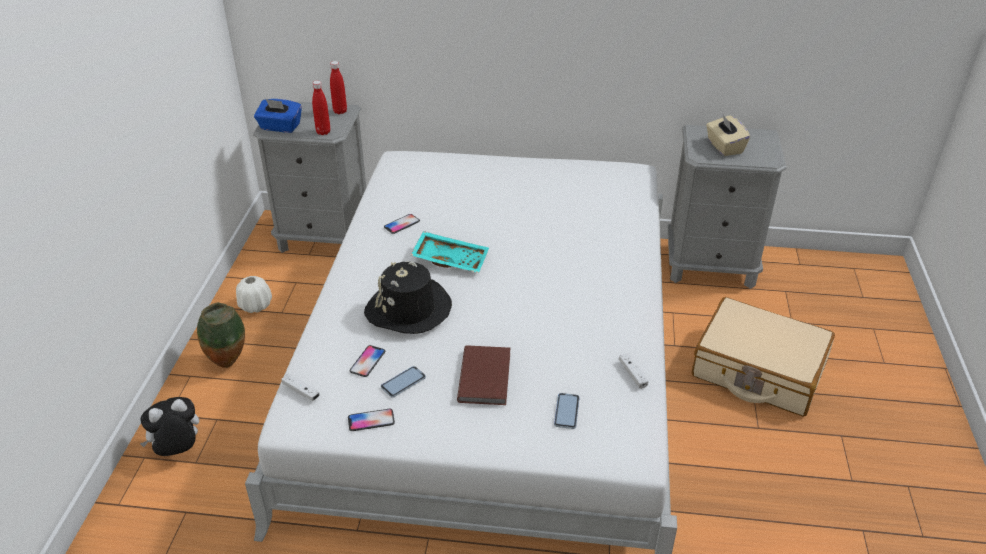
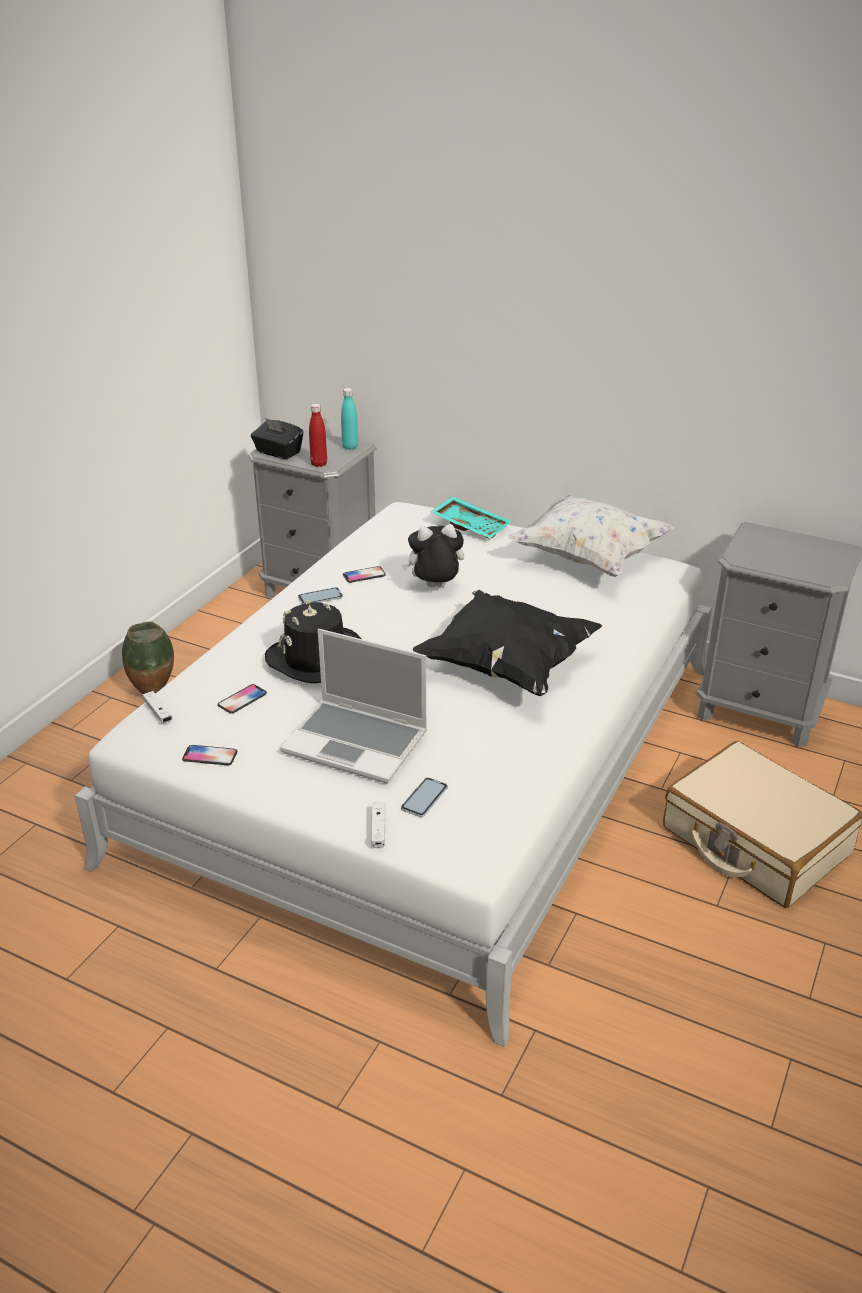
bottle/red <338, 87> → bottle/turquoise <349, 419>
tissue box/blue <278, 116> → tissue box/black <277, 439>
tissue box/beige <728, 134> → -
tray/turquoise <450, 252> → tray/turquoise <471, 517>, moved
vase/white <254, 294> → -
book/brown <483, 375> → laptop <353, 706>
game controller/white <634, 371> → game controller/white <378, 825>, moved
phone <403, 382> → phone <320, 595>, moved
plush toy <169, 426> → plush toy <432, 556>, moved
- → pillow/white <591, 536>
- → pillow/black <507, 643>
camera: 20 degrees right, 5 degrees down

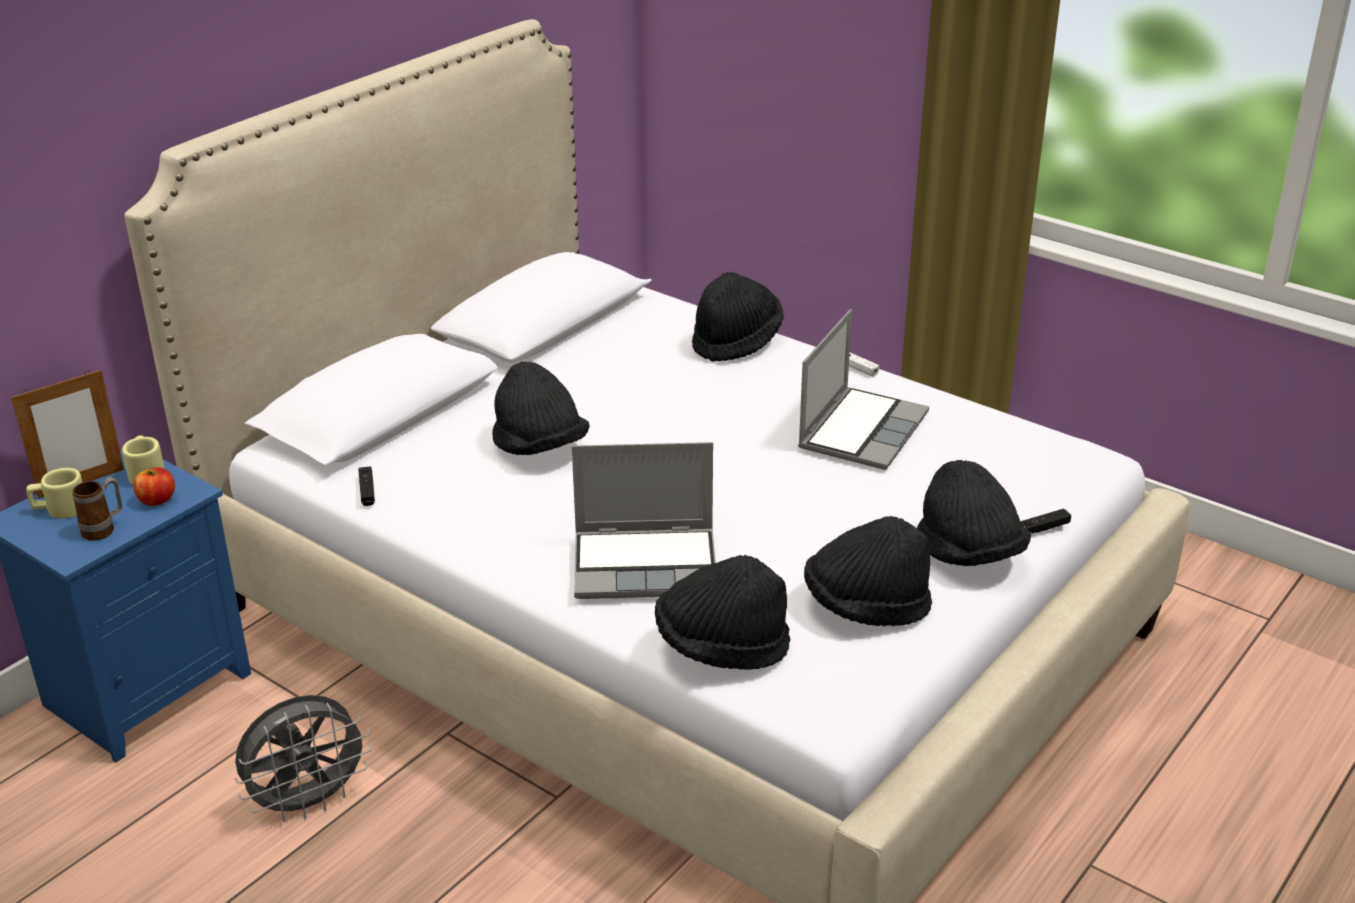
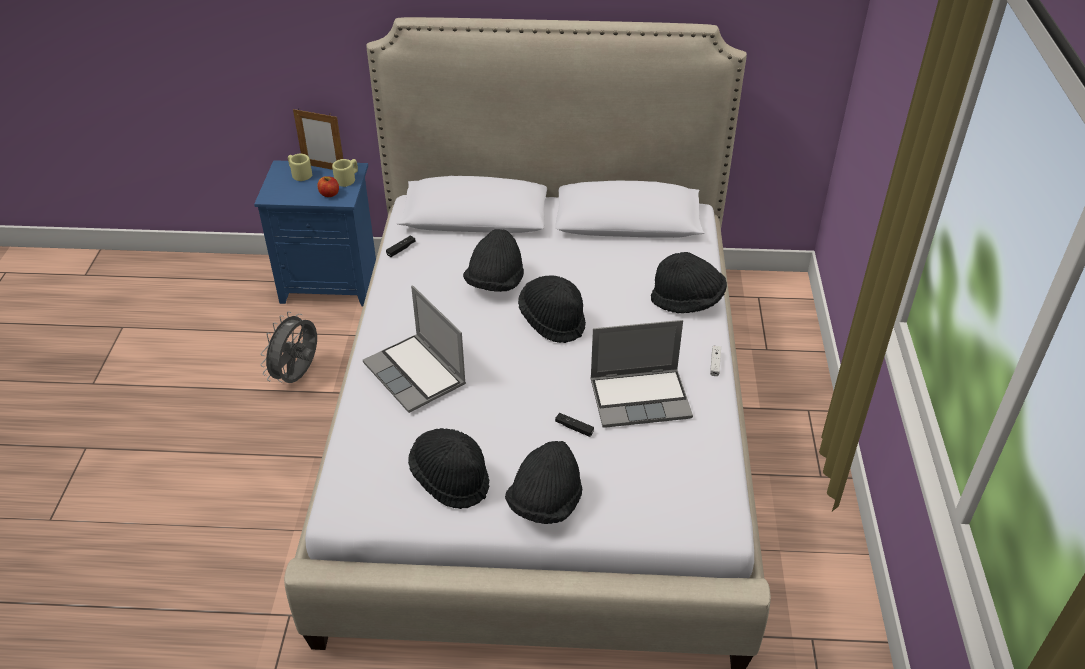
mug <97, 509> → -
game controller/black <1045, 521> → game controller/black <574, 425>, moved
hat/black <722, 612> → hat/black <552, 309>, moved
fan/grey <303, 758> → fan/grey <289, 347>, 90 degrees clockwise
camera: 55 degrees right, 10 degrees up

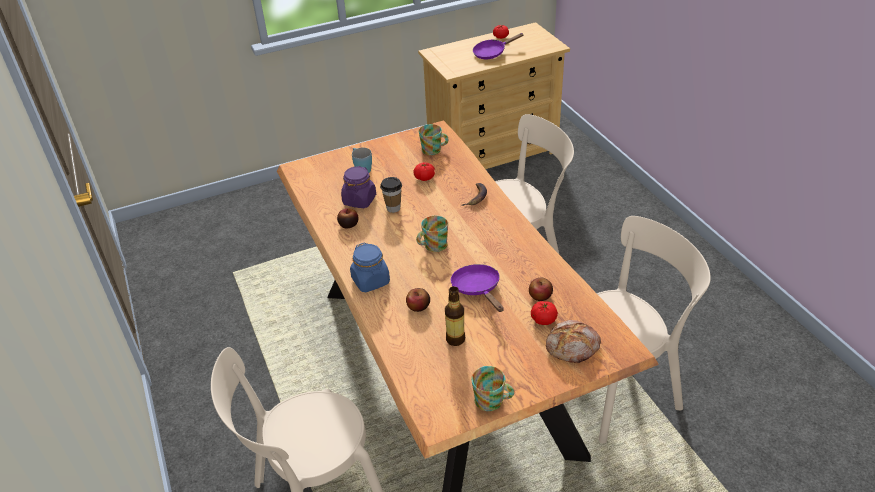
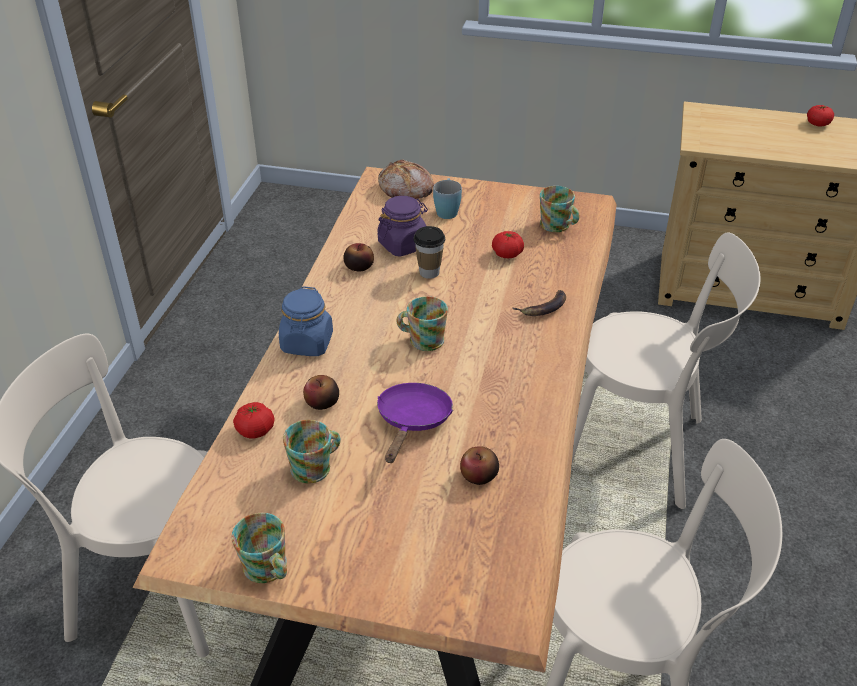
frying pan/purple <498, 46> → -
bottle <455, 316> → mug <312, 452>
tomato <544, 313> → tomato <254, 420>, moved
bread <573, 341> → bread <406, 179>, moved
camera: 35 degrees right, 0 degrees up

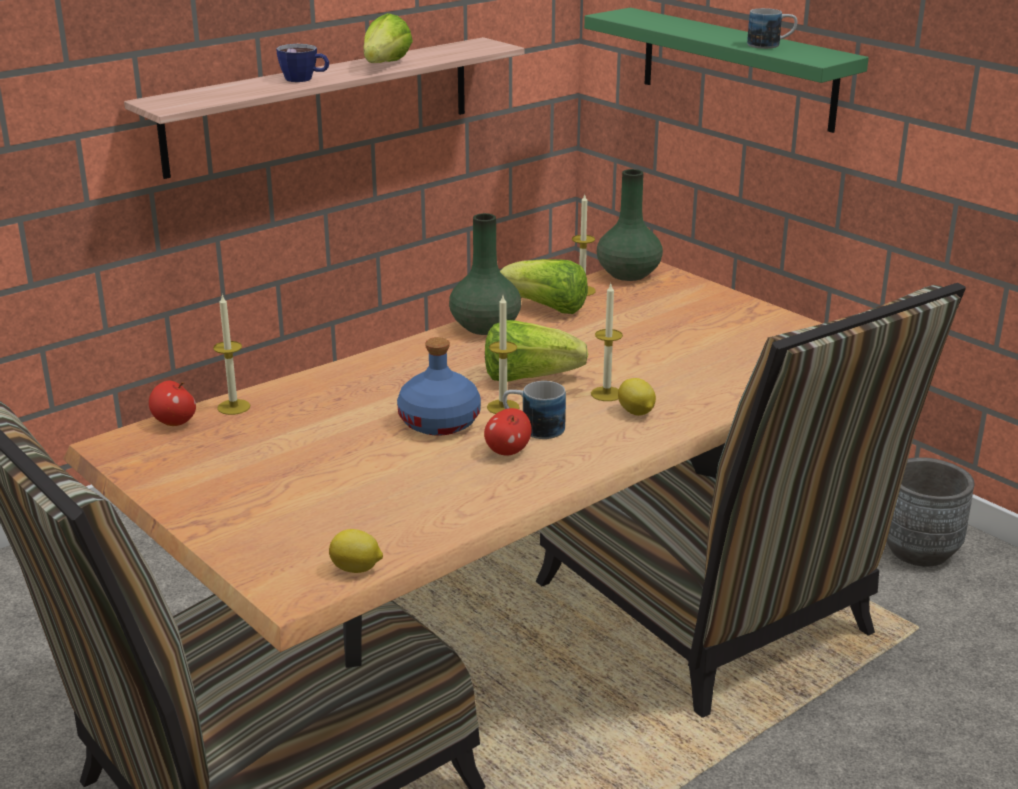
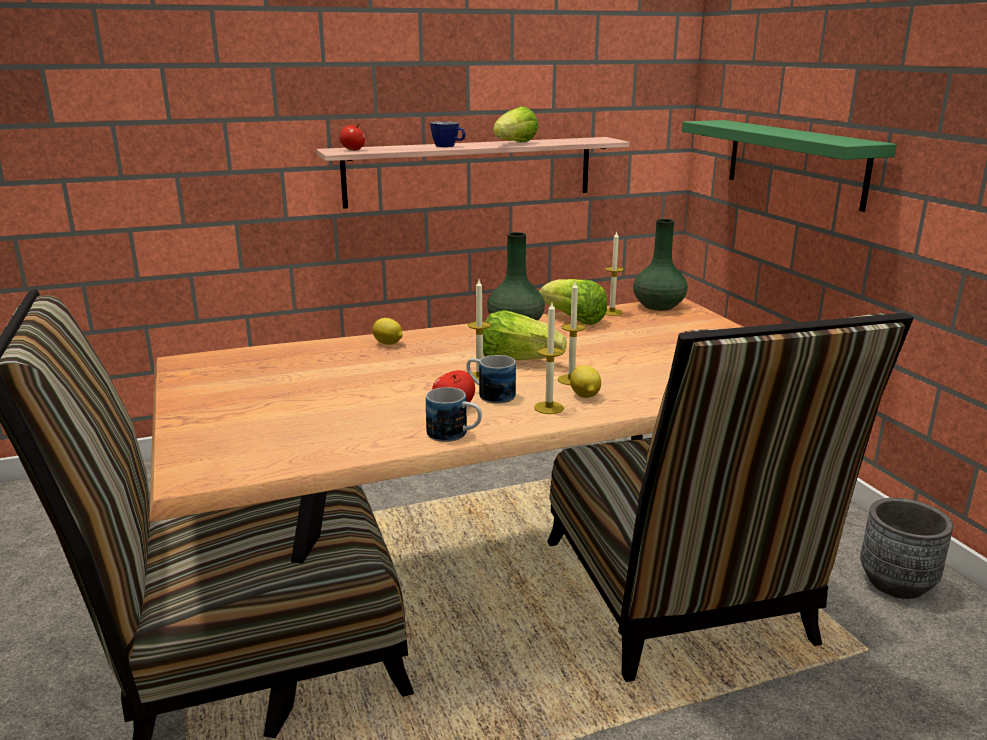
mug <772, 28> → mug <454, 414>, moved
candle <231, 355> → candle <549, 358>, moved
bottle/blue <439, 386> → -
apple <172, 403> → apple <352, 137>, moved
lemon <356, 551> → lemon <387, 331>, moved
camera: 20 degrees right, 5 degrees down

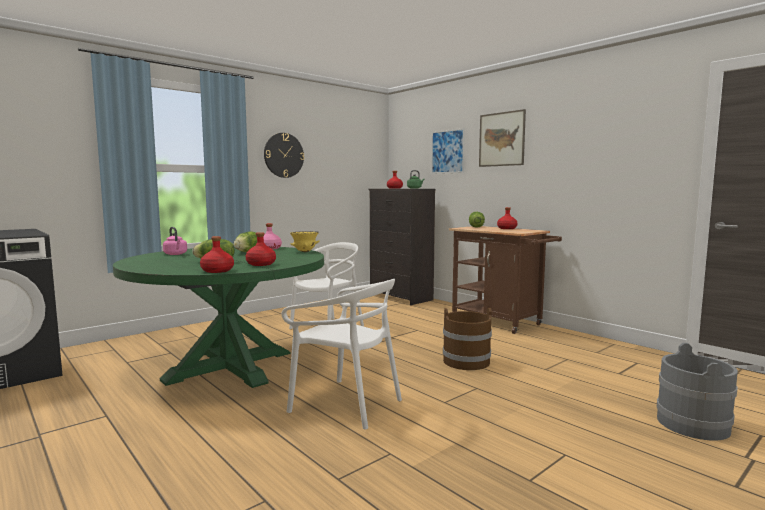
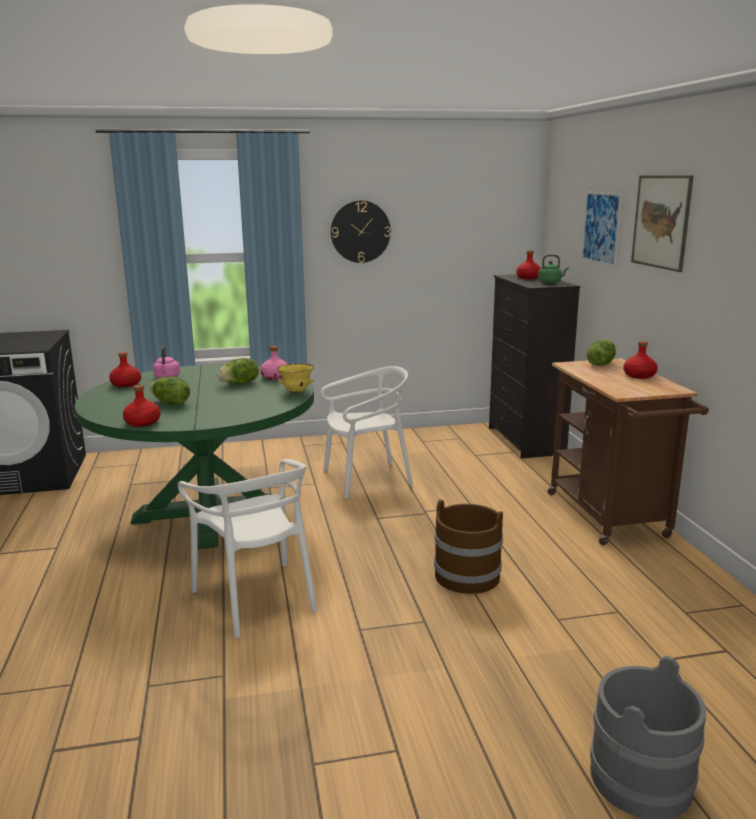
bottle/red <261, 249> → bottle/red <125, 369>, moved
camera: 30 degrees right, 10 degrees up

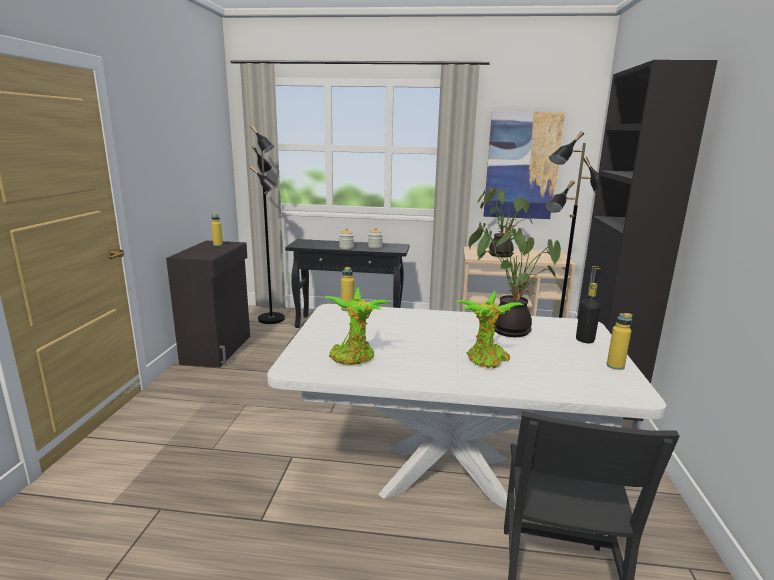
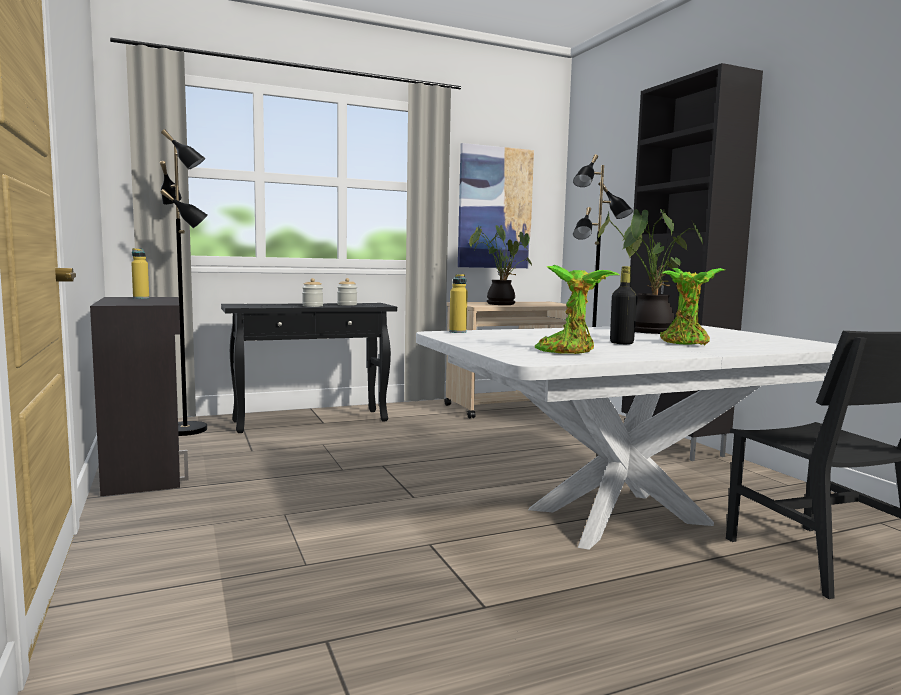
bottle/black <588, 313> → bottle/black <623, 305>, moved
bottle/yellow <619, 341> → -
camera: 30 degrees left, 10 degrees down

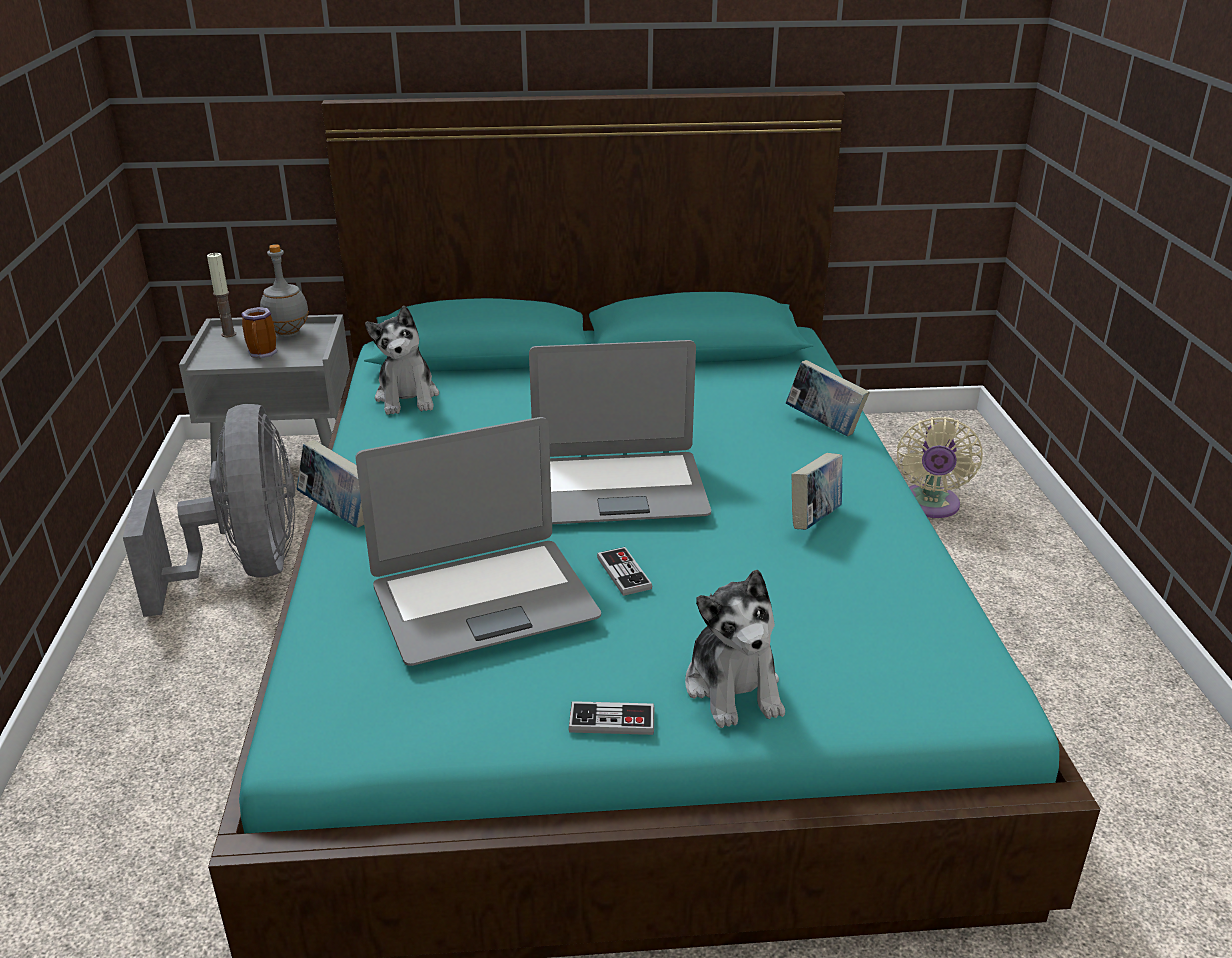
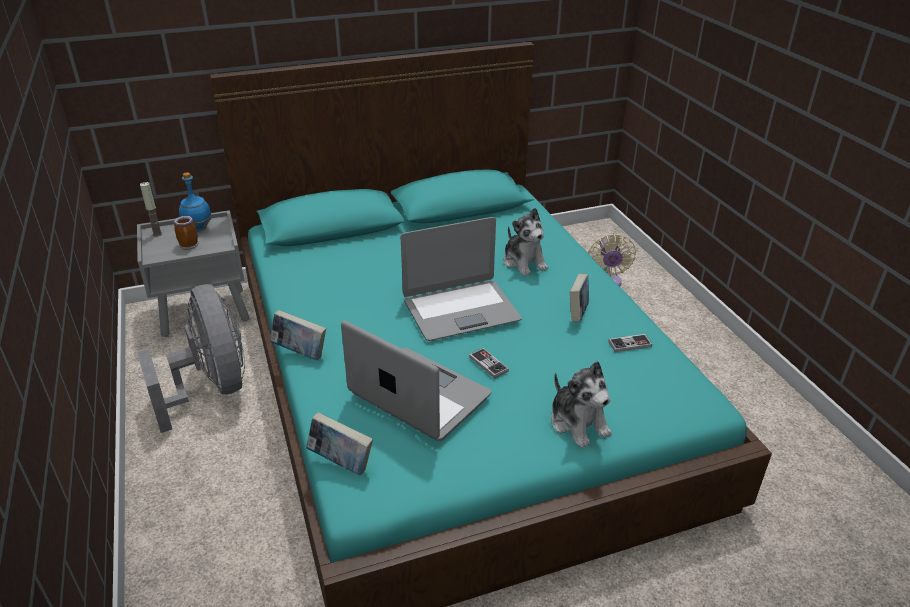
bottle/grey <284, 290> → bottle/blue <195, 202>
plush toy <402, 360> → plush toy <526, 242>, moved
book <828, 398> → book <339, 444>, moved
laptop <478, 541> → laptop <416, 380>, 105 degrees counterclockwise
game controller <611, 718> → game controller <630, 343>, moved
camera: 15 degrees left, 5 degrees up

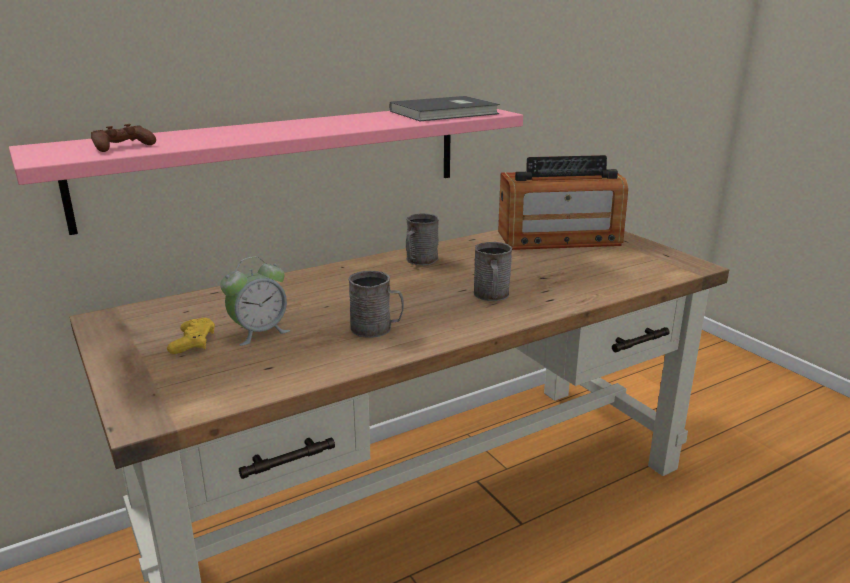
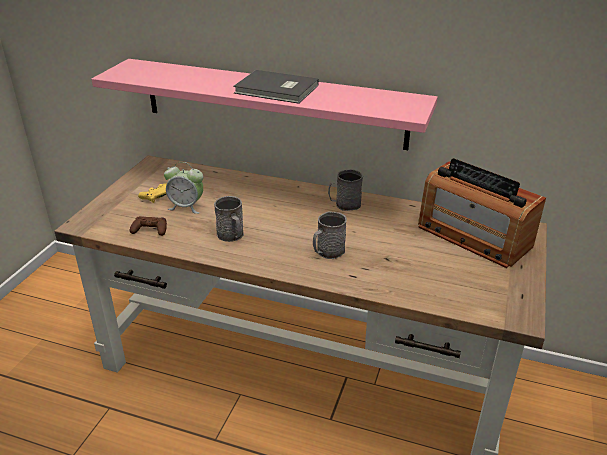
book/grey <444, 108> → book/grey <276, 87>, moved
game controller/brown <123, 138> → game controller/brown <148, 226>, moved
camera: 50 degrees right, 10 degrees up

